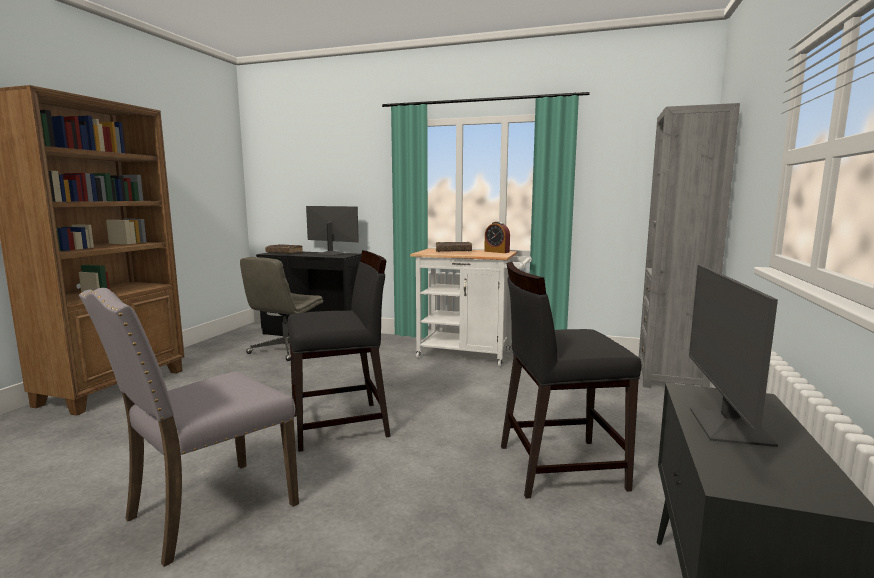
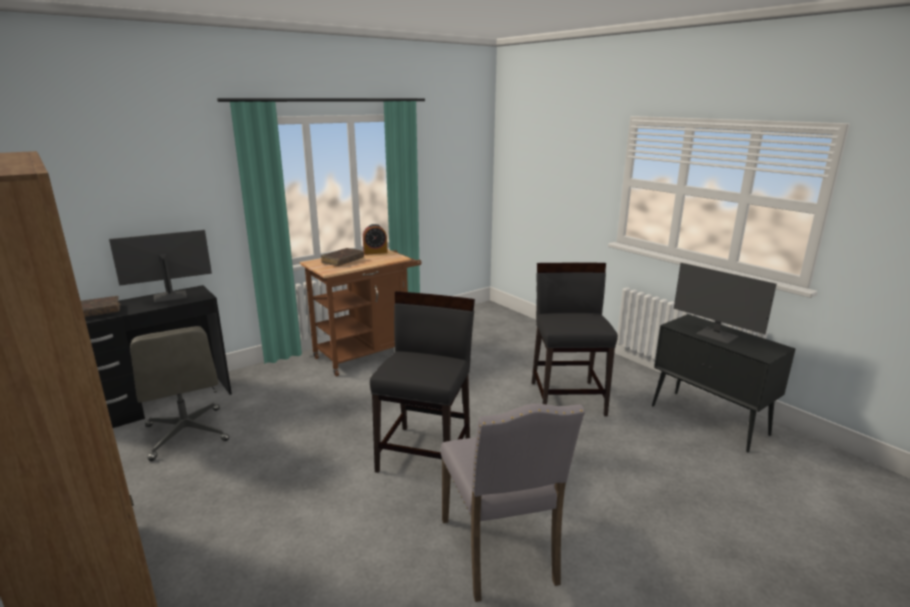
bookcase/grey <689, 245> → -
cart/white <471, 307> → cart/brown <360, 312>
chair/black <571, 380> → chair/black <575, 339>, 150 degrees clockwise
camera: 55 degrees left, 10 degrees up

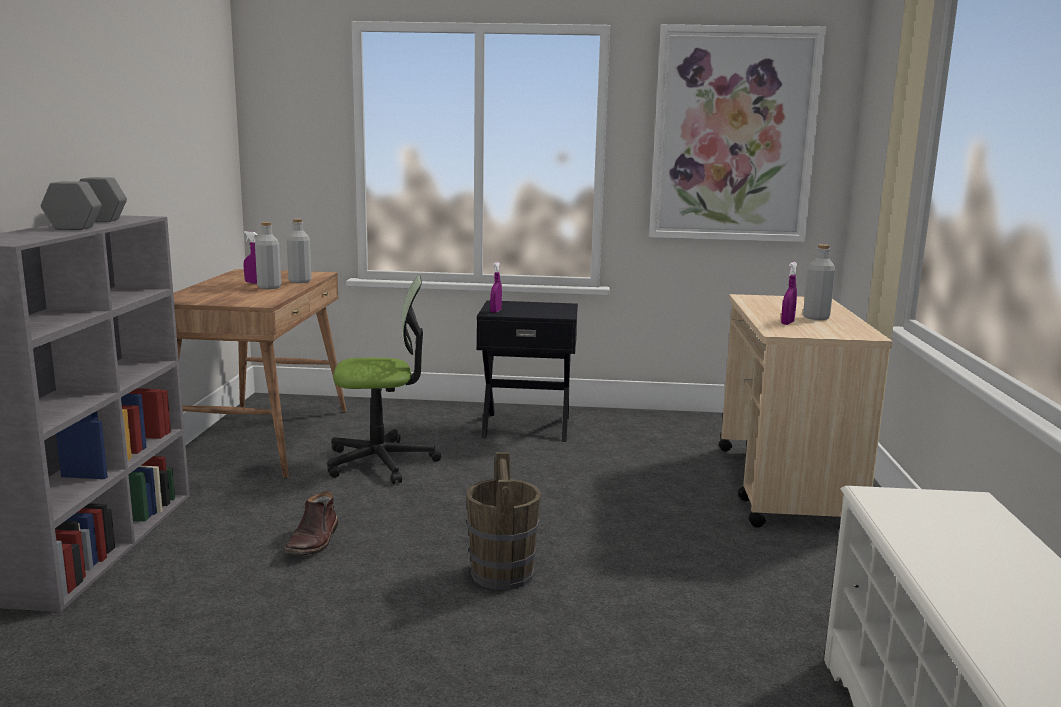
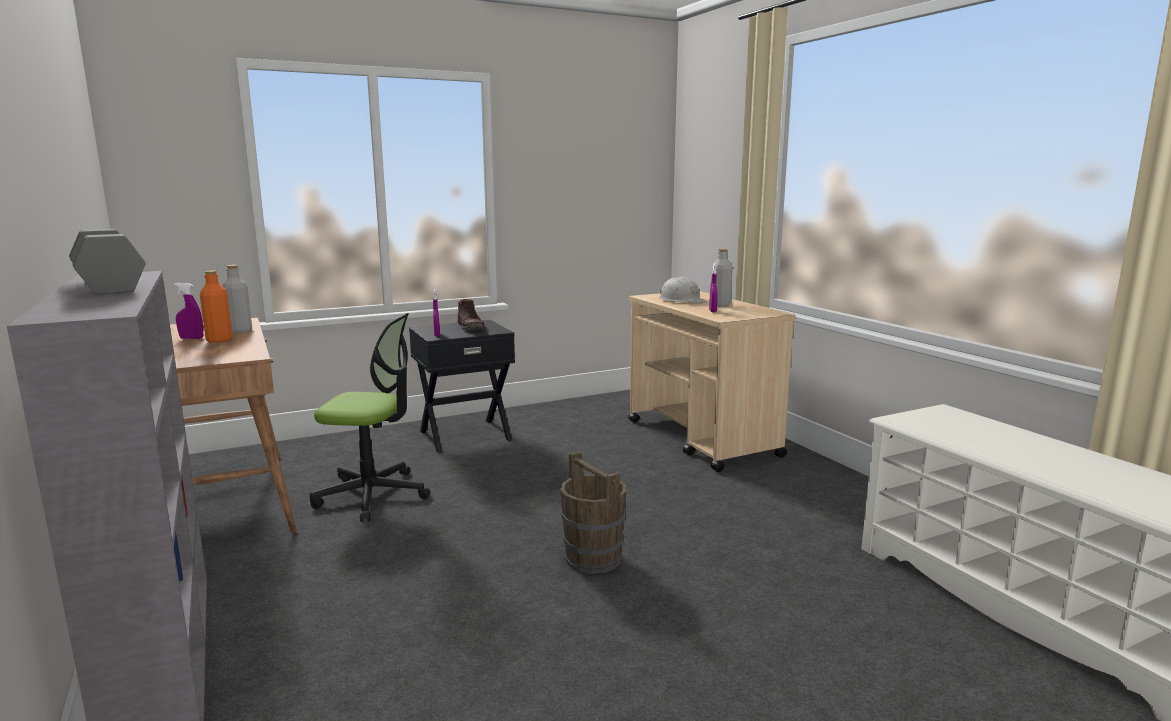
picture <737, 133> → -
bottle/grey <268, 255> → bottle/orange <216, 306>
office chair <384, 379> → office chair <370, 417>, 45 degrees clockwise
boot/brown <311, 523> → boot/brown <471, 314>, moved
- → hard hat/white <683, 289>
camera: 30 degrees left, 0 degrees up

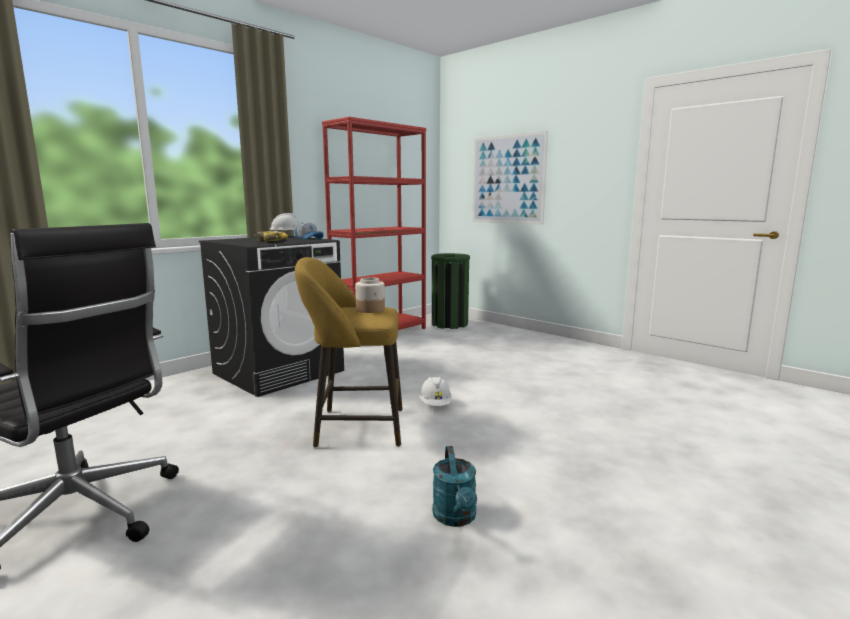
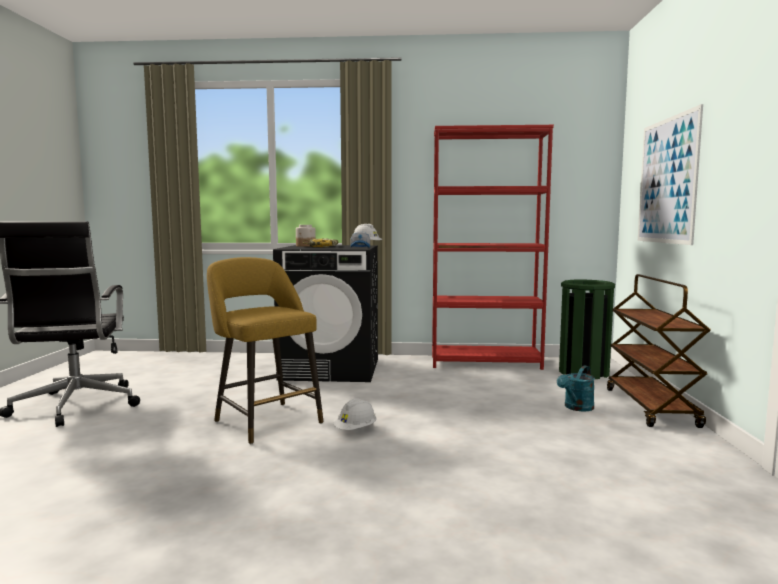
jar <370, 295> → jar <306, 236>, moved
watering can/turquoise <455, 486> → watering can/turquoise <576, 388>, moved
- → cart/brown <659, 351>
camera: 50 degrees right, 5 degrees down

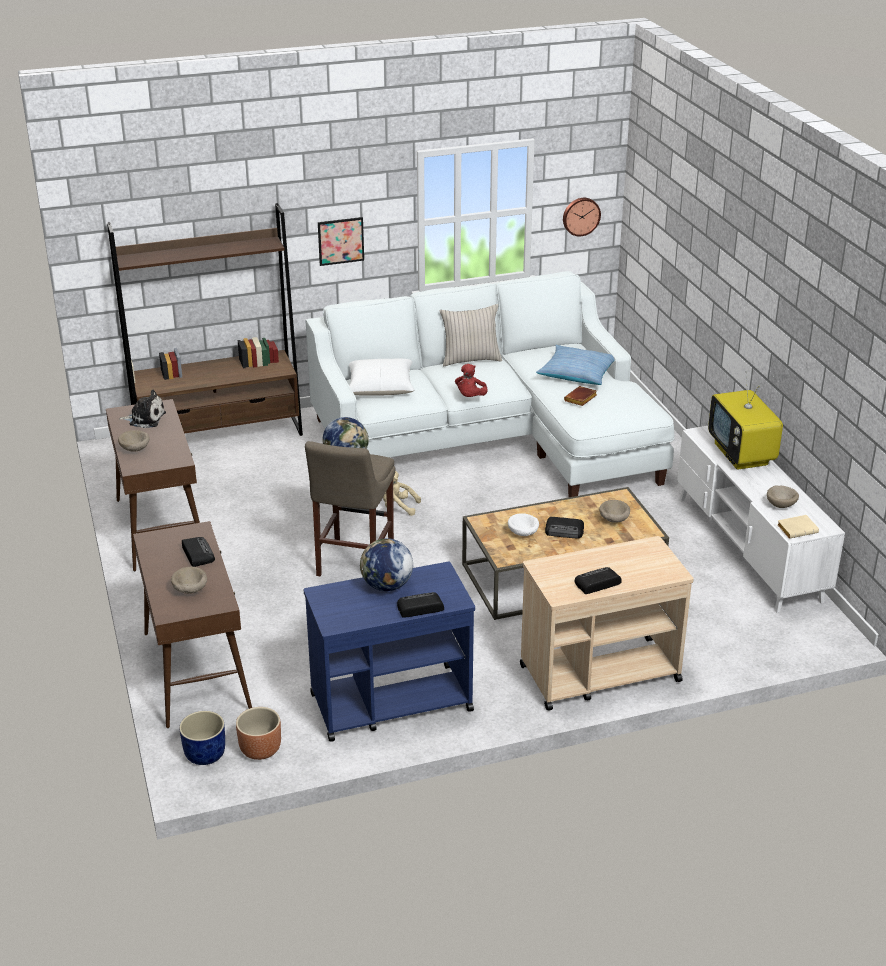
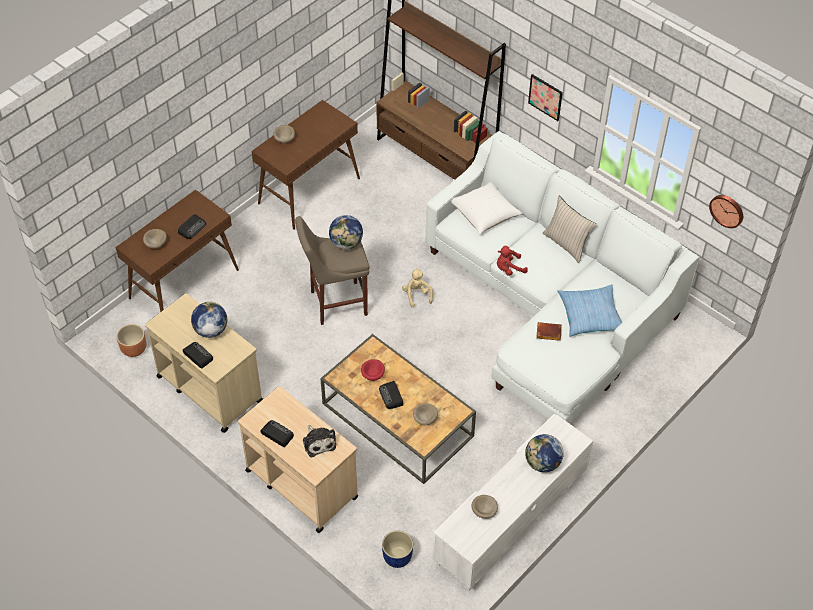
television <745, 420> → globe <544, 453>
plush toy <142, 409> → plush toy <319, 441>, moved
bowl/white <523, 524> → bowl/red <373, 370>
book/beige <798, 527> → -
cart/blue <389, 652> → cart/beige <204, 363>
planter/blue <202, 738> → planter/blue <397, 549>, moved
camera: 60 degrees right, 20 degrees up

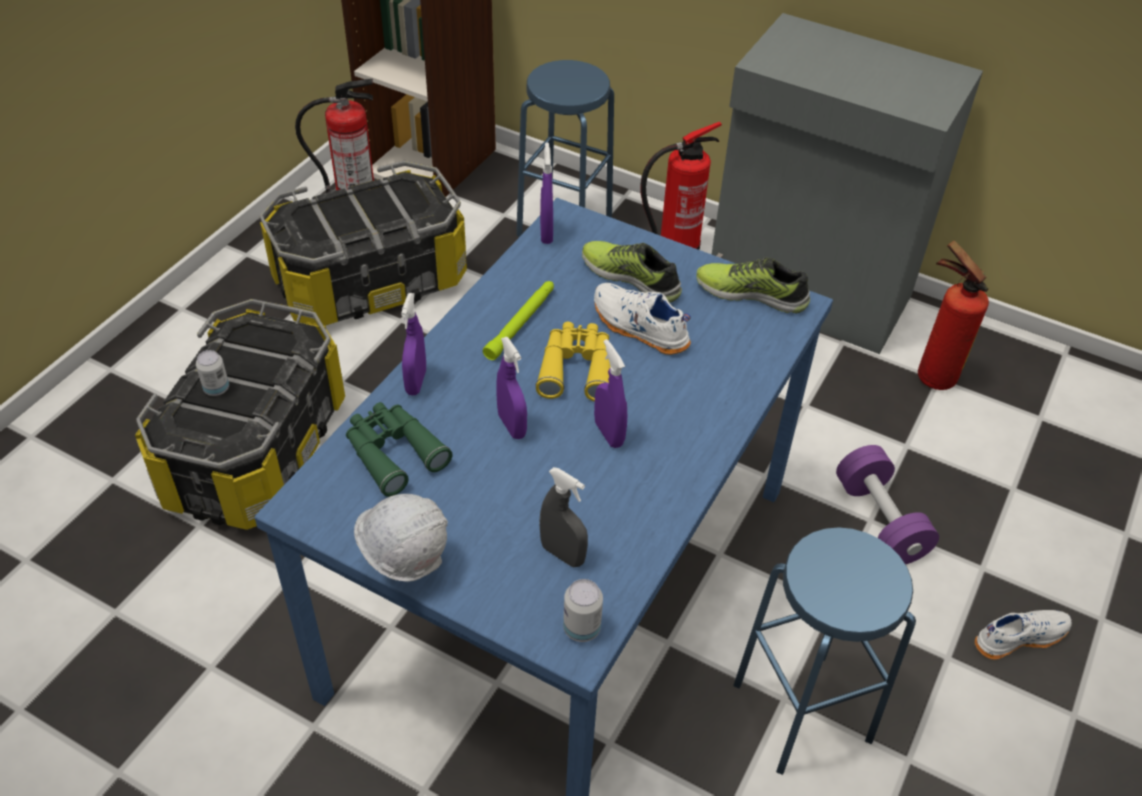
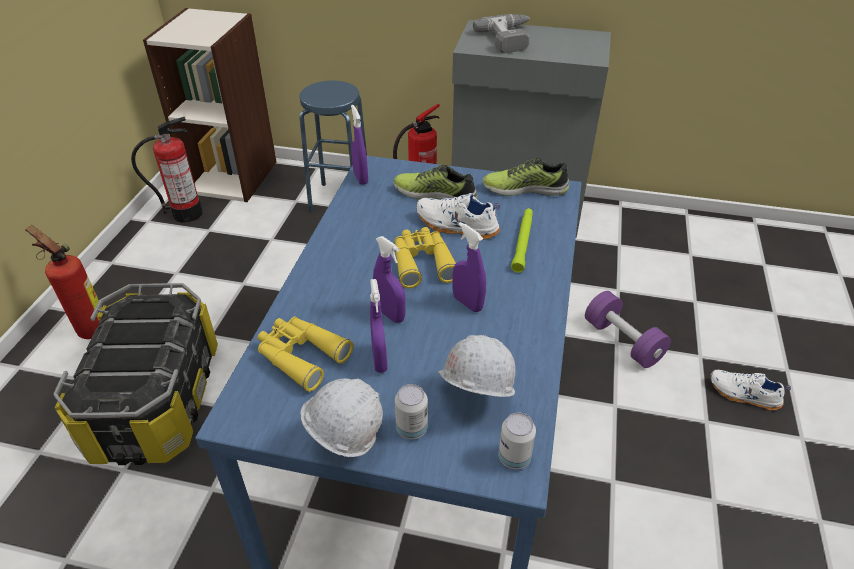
storage box <363, 243> → -
fire extinguisher <953, 315> → fire extinguisher <63, 282>, moved
flashlight/green <518, 320> → flashlight/green <522, 240>, moved
spray bottle/purple <413, 344> → spray bottle/purple <378, 326>, moved
can <212, 373> → can <411, 411>, moved
binoculars/green <399, 449> → binoculars/yellow <305, 354>
spray bottle/grey <563, 517> → hard hat/white <476, 366>
stool/blue <824, 651> → -
shoe/white <1023, 635> → shoe/white <750, 390>, 120 degrees counterclockwise
- → power drill <501, 33>
camera: 15 degrees left, 5 degrees down

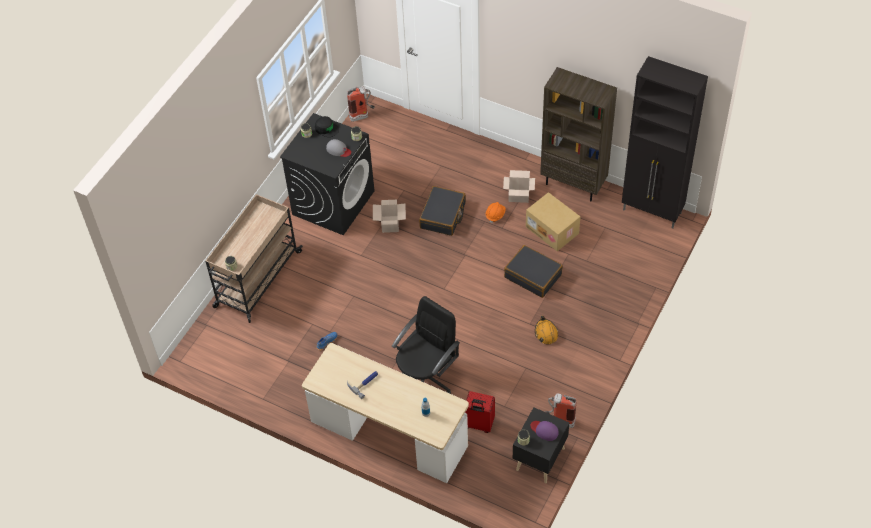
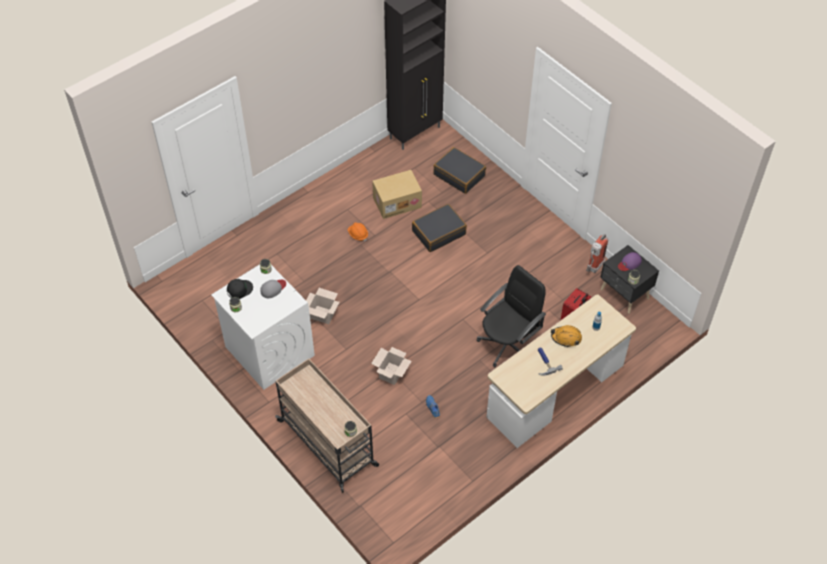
bookcase/brown <578, 134> → -
fire extinguisher <361, 104> → -
washing machine/black <327, 174> → washing machine/white <263, 327>
cardboard box <519, 186> → cardboard box <391, 366>, moved
suitcase/black <442, 211> → suitcase/black <459, 170>, moved
office chair/black <426, 345> → office chair/black <511, 316>, 75 degrees clockwise
hard hat/orange <546, 330> → hard hat/orange <566, 336>, moved
camera: 70 degrees left, 0 degrees up

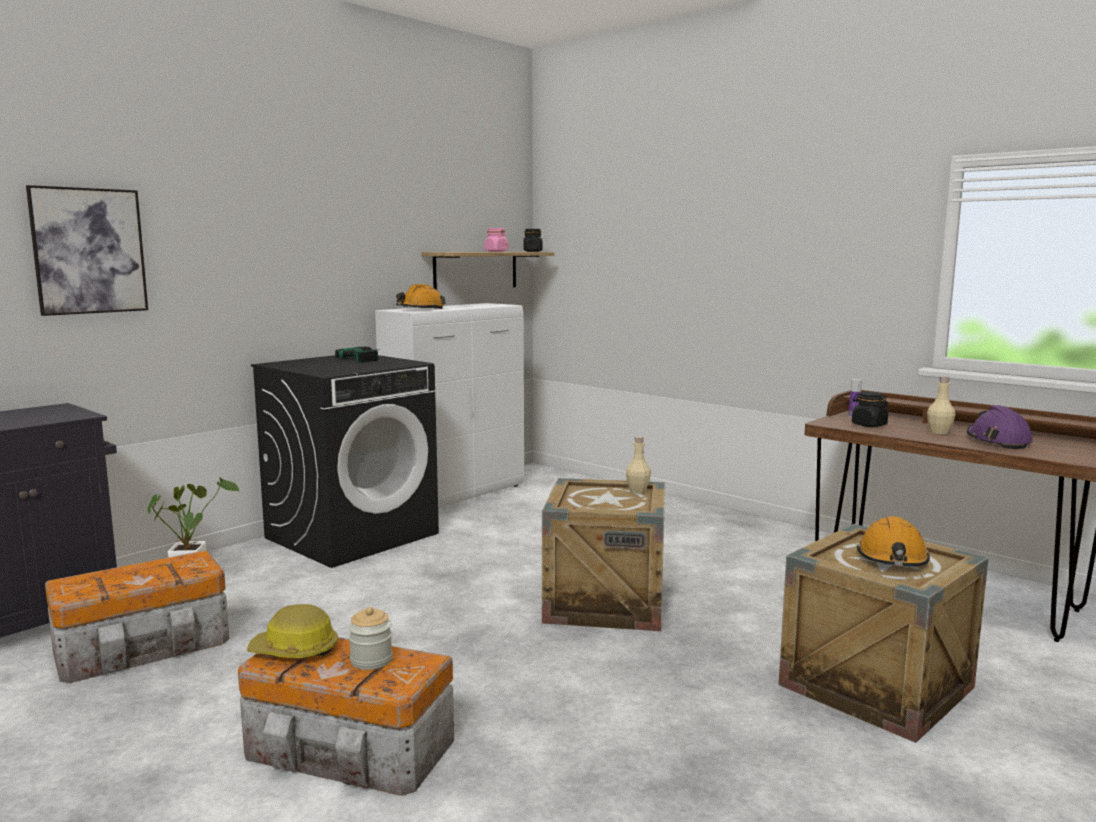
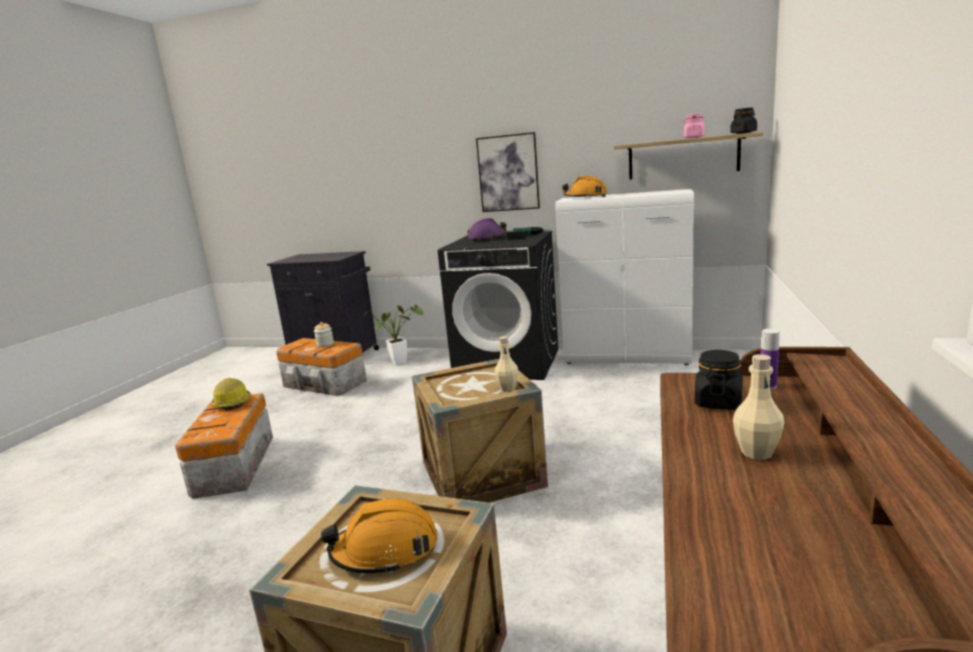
picture <87, 250> → picture <508, 172>, moved
hard hat/purple <1000, 427> → hard hat/purple <487, 230>, moved
jar <370, 638> → jar <324, 334>, moved
camera: 65 degrees right, 5 degrees up

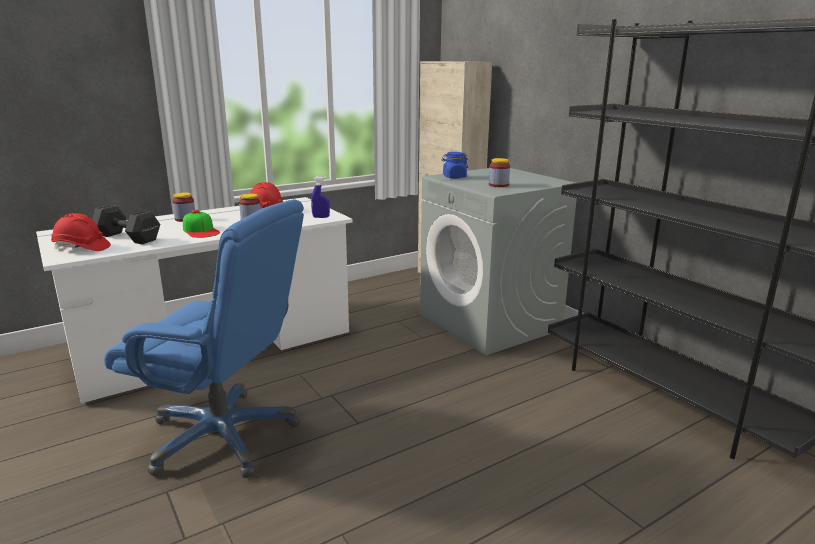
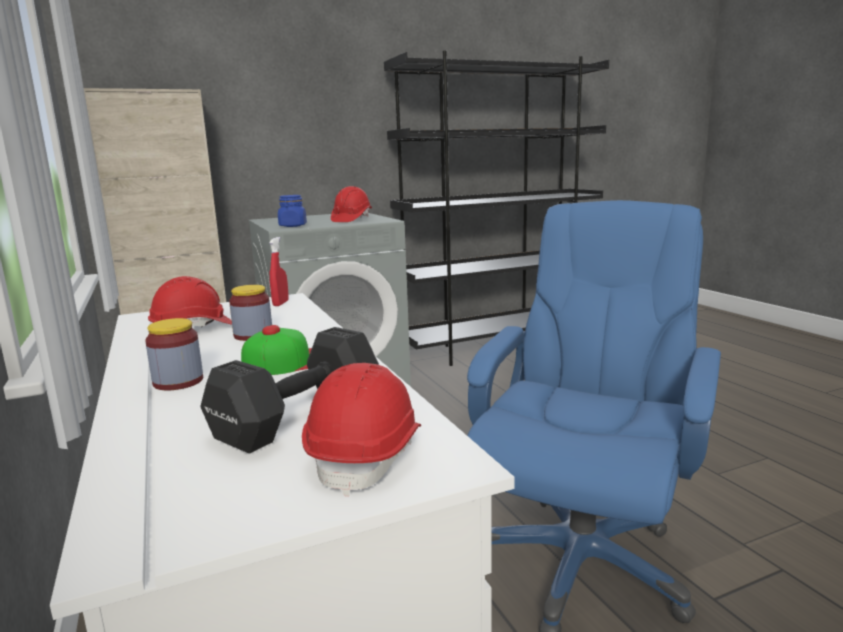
jar <499, 172> → hard hat/red <351, 204>
spray bottle/blue <320, 197> → spray bottle/red <279, 271>
camera: 80 degrees left, 5 degrees down

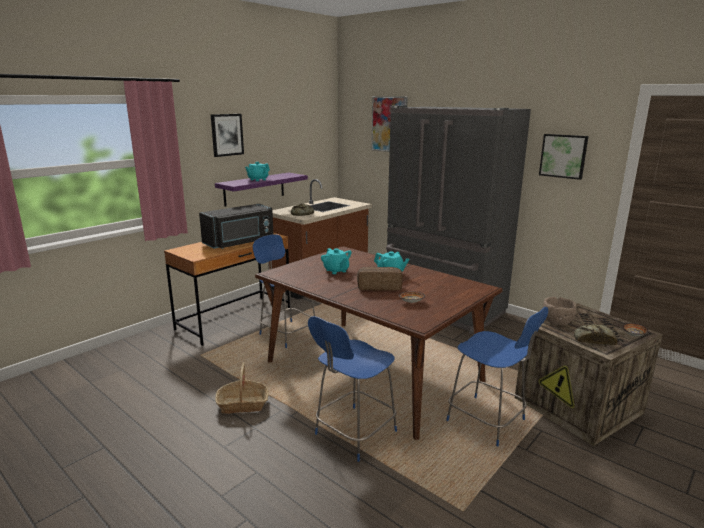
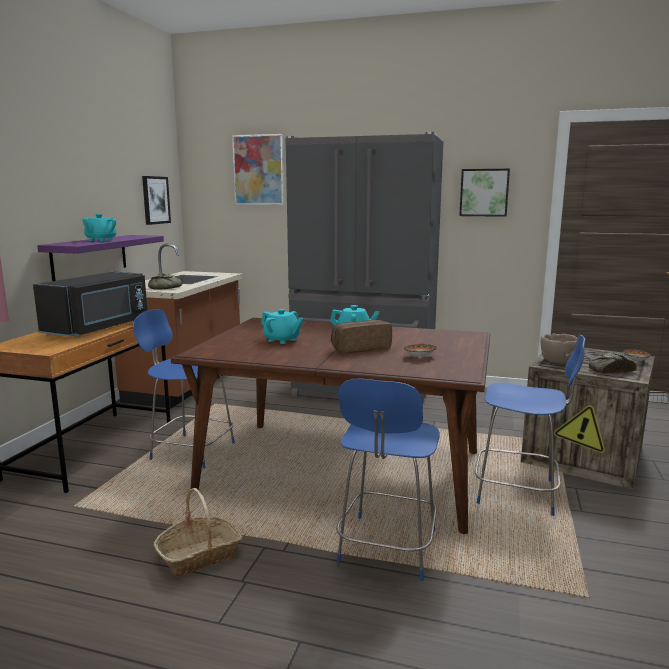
picture <227, 135> → picture <156, 200>, moved
camera: 25 degrees left, 5 degrees down

